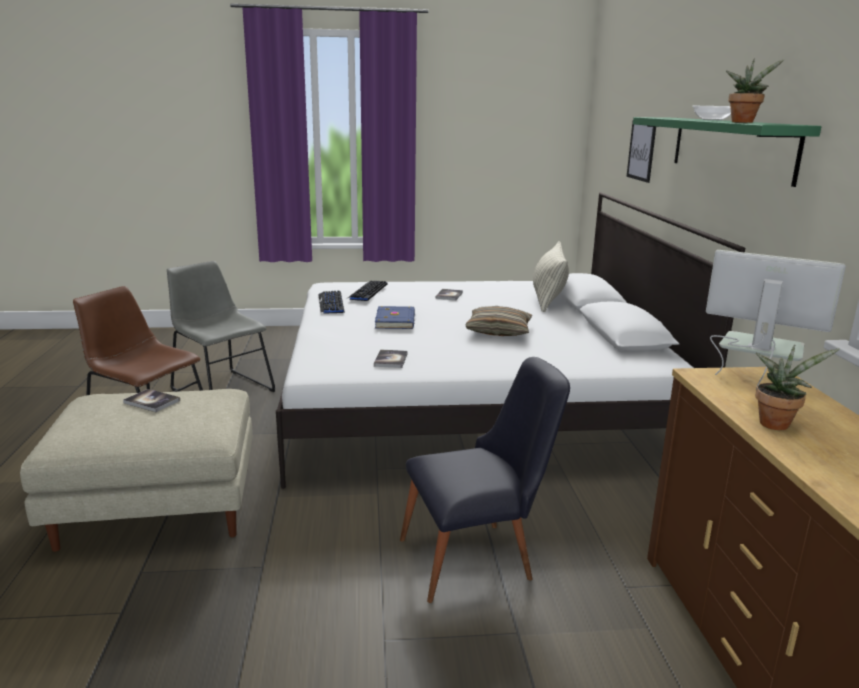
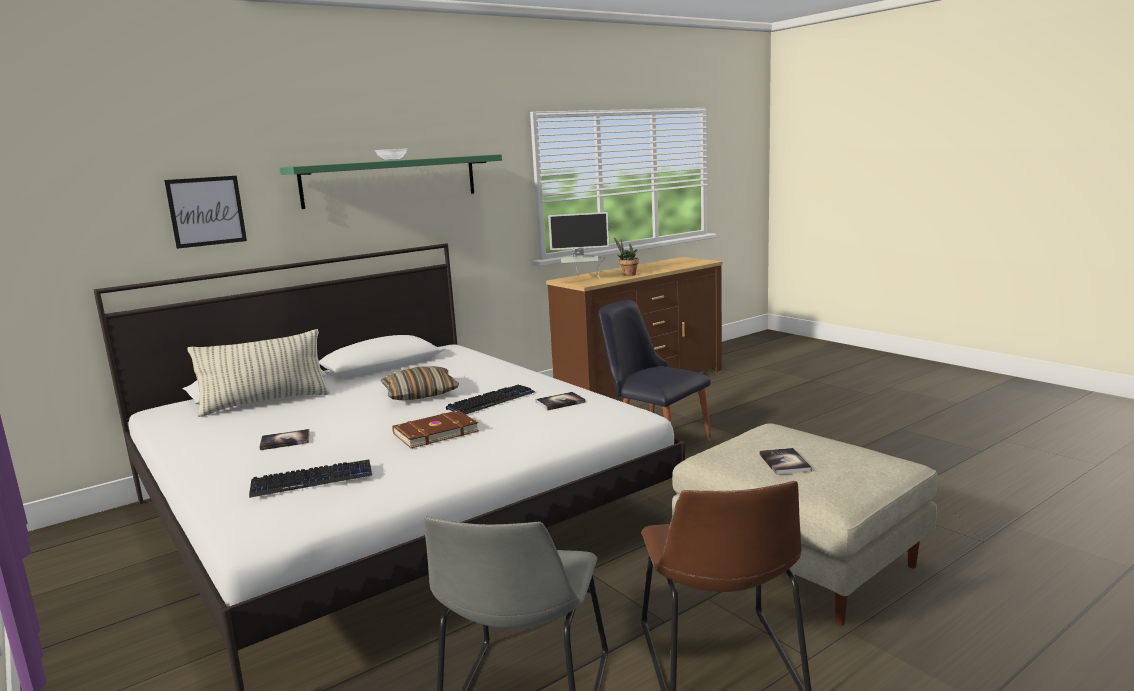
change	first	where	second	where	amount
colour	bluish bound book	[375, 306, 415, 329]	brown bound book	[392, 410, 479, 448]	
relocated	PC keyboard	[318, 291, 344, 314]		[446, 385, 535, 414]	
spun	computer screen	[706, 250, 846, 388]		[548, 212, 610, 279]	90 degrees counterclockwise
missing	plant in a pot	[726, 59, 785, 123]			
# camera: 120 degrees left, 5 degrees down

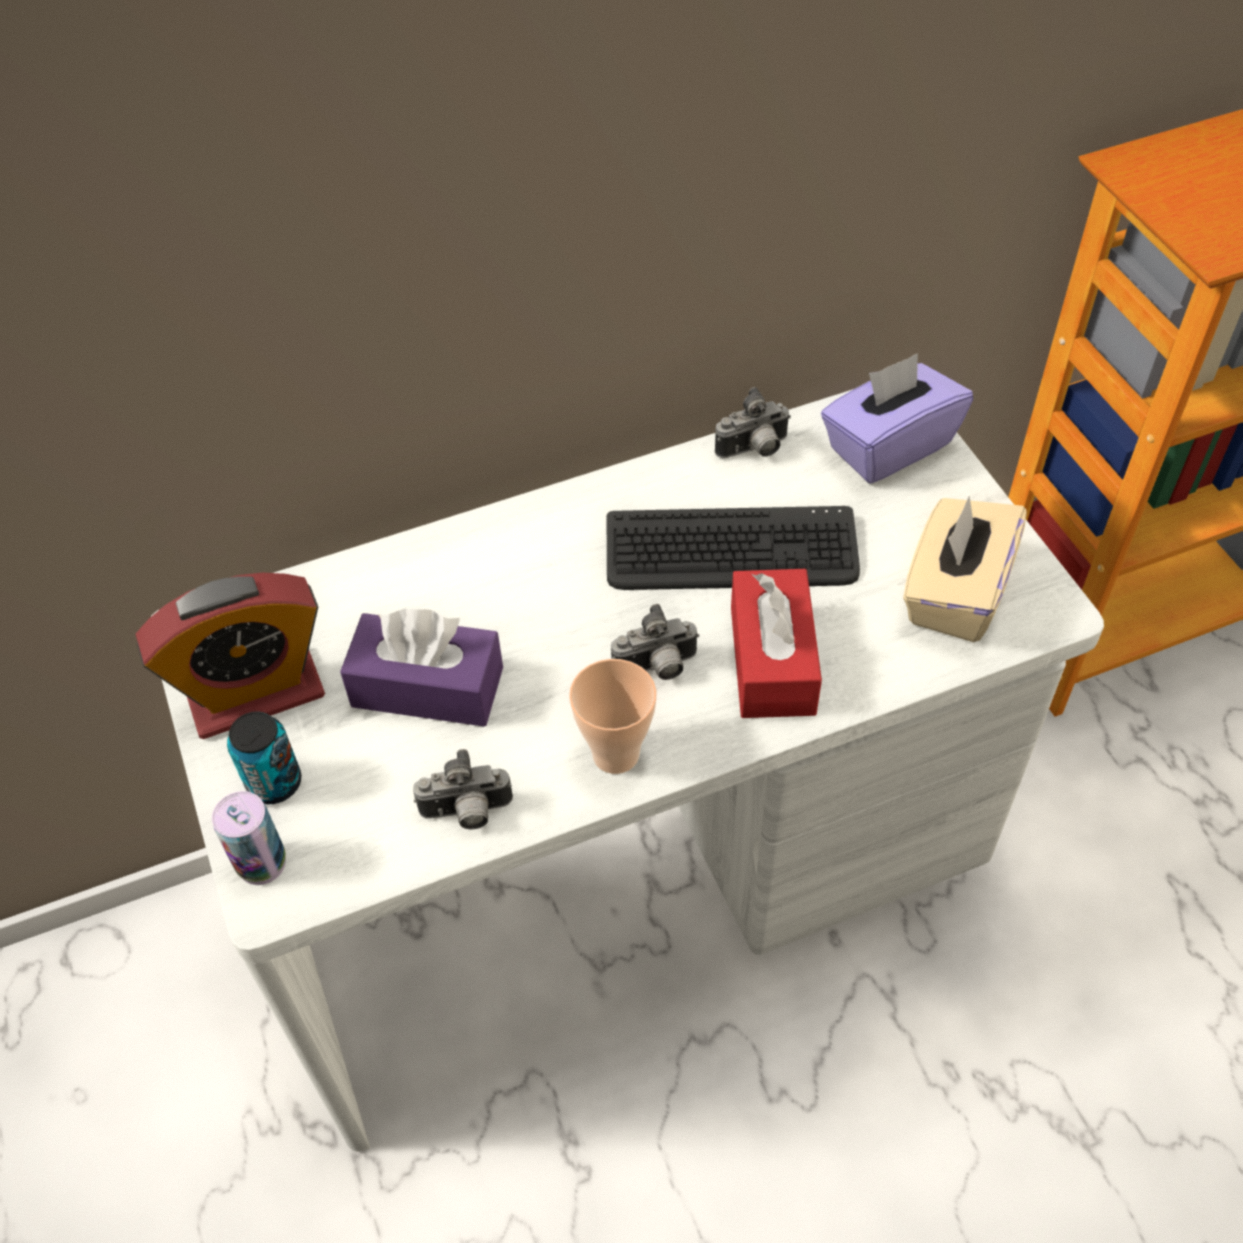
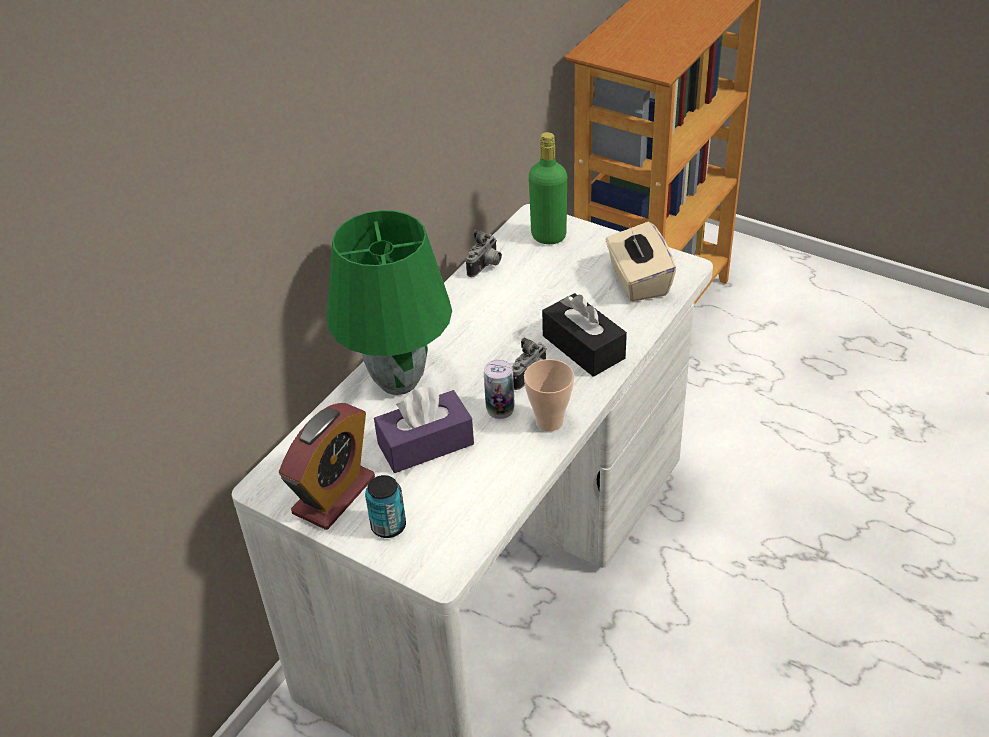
change	first	where	second	where	amount
appeared			greenish table lamp	[327, 210, 452, 395]	
relocated	sealed can	[212, 791, 286, 885]		[484, 359, 515, 419]	
exchanged	purple box of tissues	[821, 353, 973, 484]	greenish bottle	[529, 132, 567, 244]	
colour	red-coloured box of tissues	[731, 569, 822, 718]	black-coloured box of tissues	[542, 293, 627, 377]	
missing	still camera	[413, 749, 513, 829]			
missing	PC keyboard	[607, 506, 860, 590]			
# camera: 35 degrees left, 10 degrees down

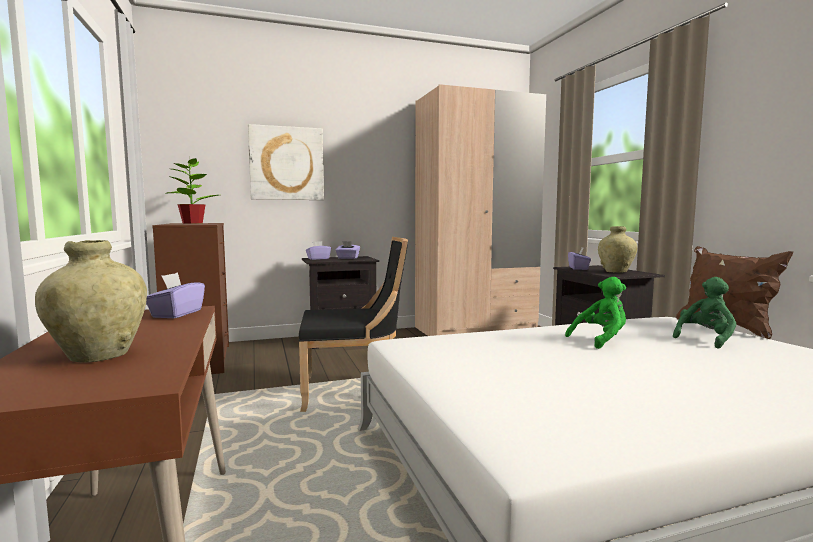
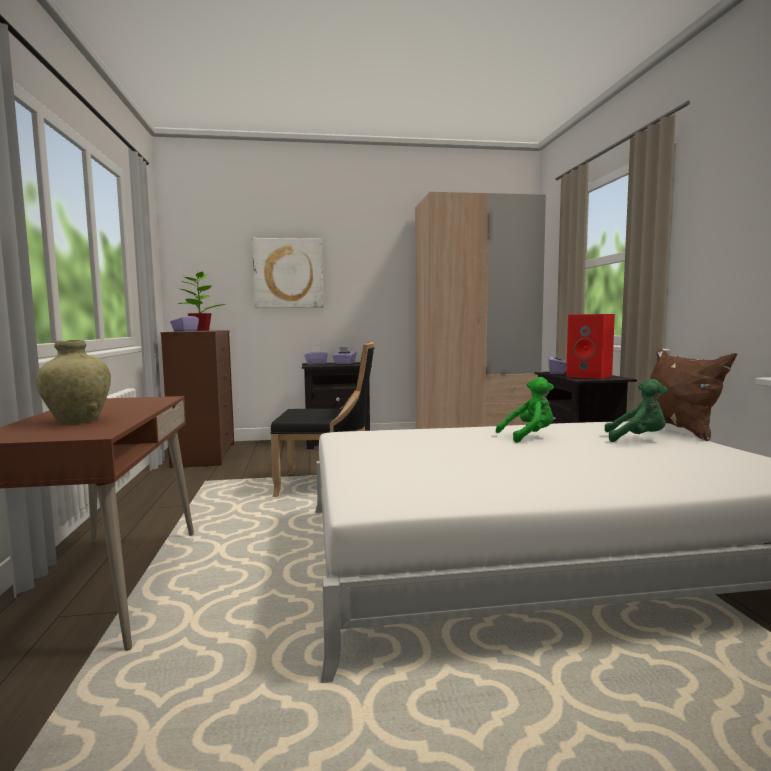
change	first	where	second	where	amount
relocated	purple box of tissues	[146, 272, 205, 318]		[170, 312, 199, 331]	
exchanged	beige vase	[598, 226, 638, 273]	red-coloured loudspeaker	[566, 314, 615, 379]	
spun	greenish plush toy	[673, 277, 737, 349]		[605, 379, 668, 442]	45 degrees clockwise
# camera: 10 degrees right, 0 degrees up

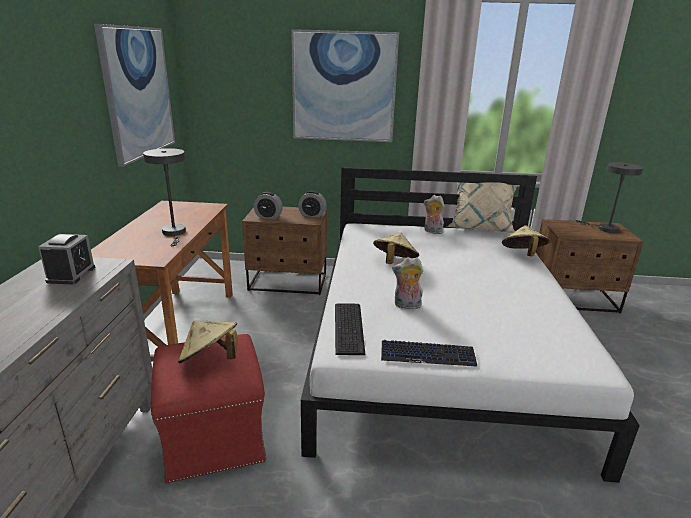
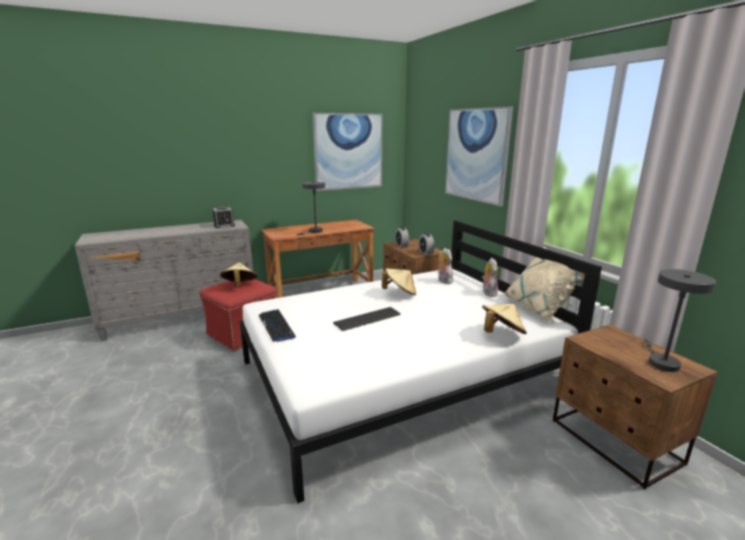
change	first	where	second	where	amount
relocated	PC keyboard	[335, 303, 365, 355]		[333, 307, 401, 331]	
relocated	plush toy	[392, 257, 423, 309]		[438, 248, 453, 284]	
# camera: 60 degrees right, 5 degrees down

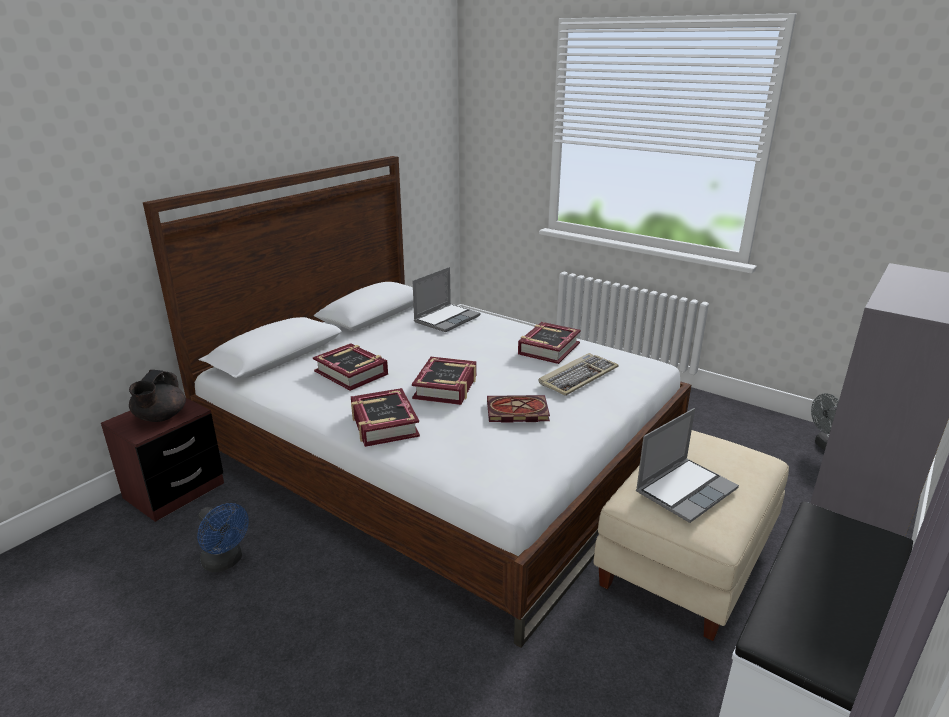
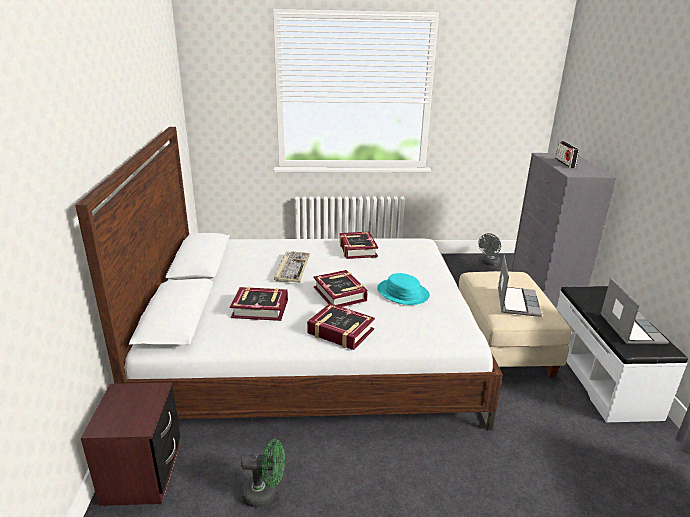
change	first	where	second	where	amount
colour	bluish fan	[197, 503, 249, 572]	greenish fan	[241, 439, 285, 508]	
relocated	PC keyboard	[539, 353, 619, 396]		[274, 251, 310, 283]	
exchanged	bound book	[487, 395, 550, 423]	blue-green clothing hat	[377, 273, 430, 305]	
appeared			radio receiver	[555, 141, 579, 168]	
relocated	laptop	[413, 267, 480, 332]		[601, 278, 669, 344]	
missing	black-coloured tea pot	[129, 370, 186, 422]			
# camera: 40 degrees left, 0 degrees up

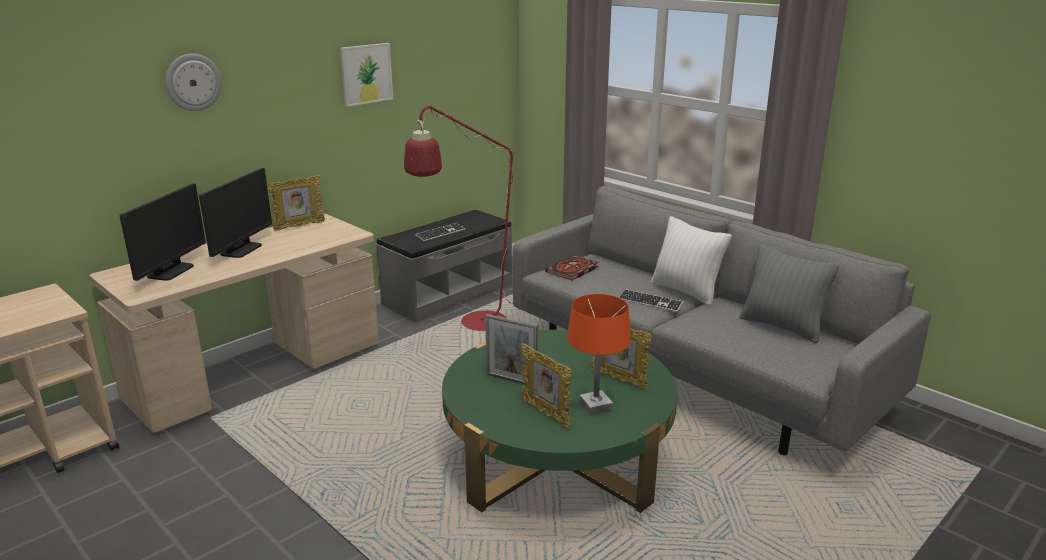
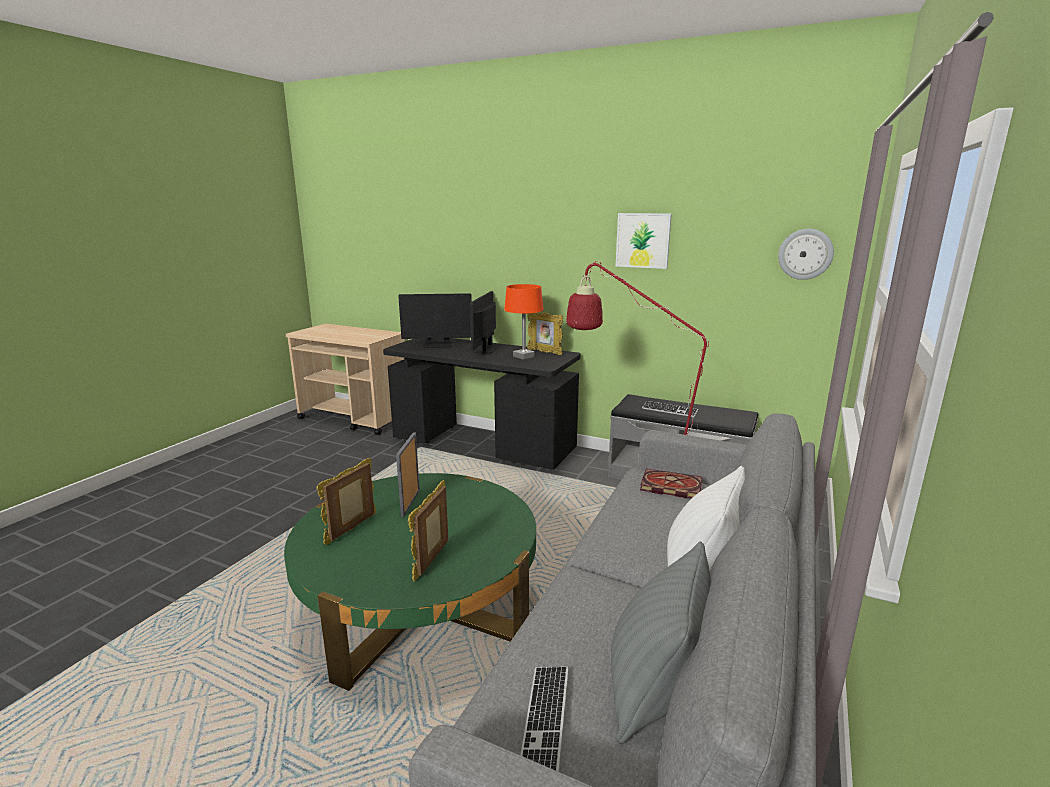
change	first	where	second	where	amount
colour	beige desk unit	[90, 214, 379, 433]	black-coloured desk unit	[383, 338, 581, 470]	
spun	computer screen	[199, 168, 272, 258]		[470, 291, 498, 354]	105 degrees clockwise
relocated	orange table lamp	[567, 294, 631, 415]		[504, 284, 544, 360]	
relocated	PC keyboard	[619, 289, 683, 312]		[521, 666, 569, 772]	
relocated	clock on the wall	[165, 54, 222, 111]		[778, 229, 834, 280]	
# camera: 70 degrees right, 5 degrees down

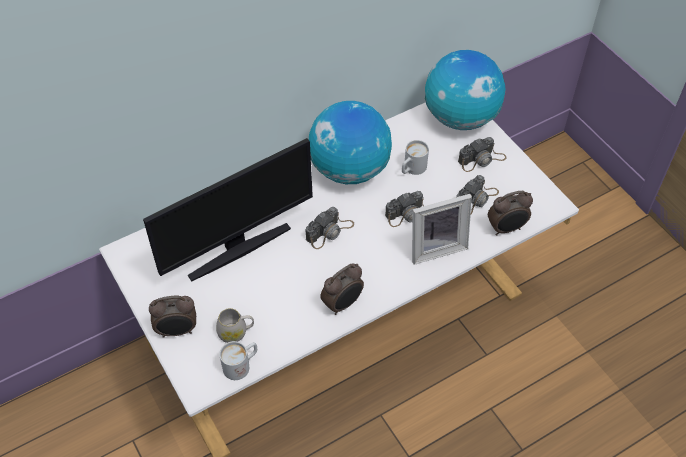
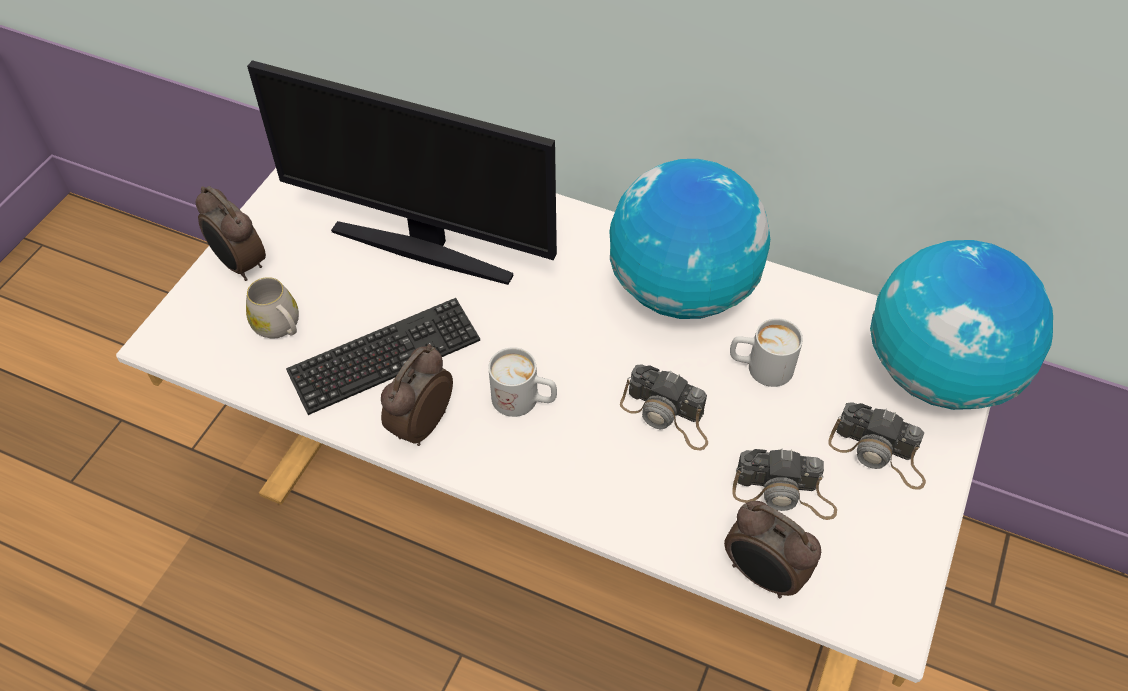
change	first	where	second	where	amount
appeared			PC keyboard	[286, 298, 480, 415]	
spun	table clock	[320, 264, 364, 315]		[381, 344, 453, 446]	105 degrees clockwise
relocated	white tea mug	[219, 341, 257, 380]		[488, 347, 557, 417]	
missing	still camera	[306, 207, 354, 249]			
missing	photo frame	[412, 194, 472, 265]			
# camera: 55 degrees right, 0 degrees up

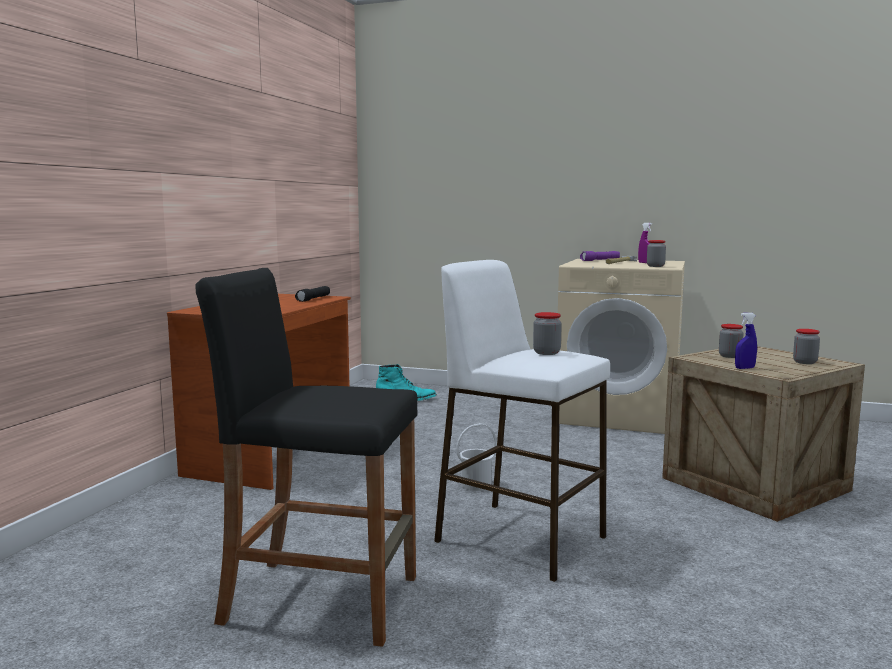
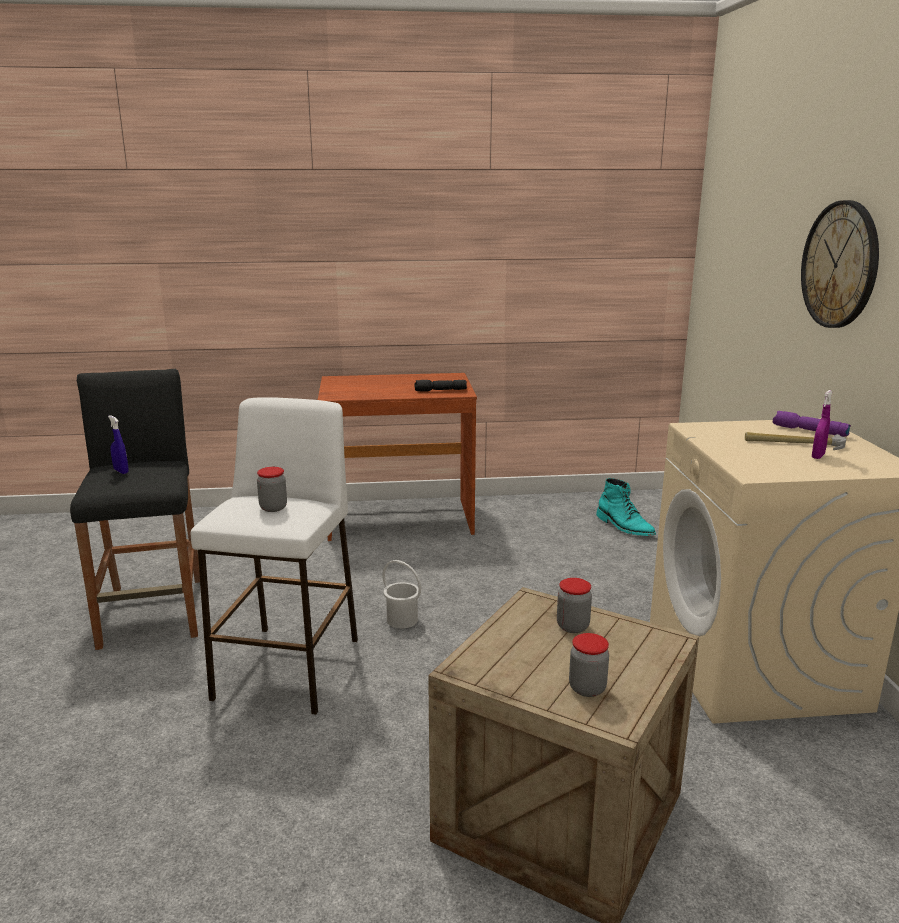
change	first	where	second	where	amount
relocated	bluish hand sprayer	[735, 313, 757, 369]		[108, 415, 129, 474]	
appeared			clock on the wall	[801, 200, 879, 328]	
missing	jar	[647, 240, 666, 267]			
# camera: 65 degrees right, 10 degrees up

